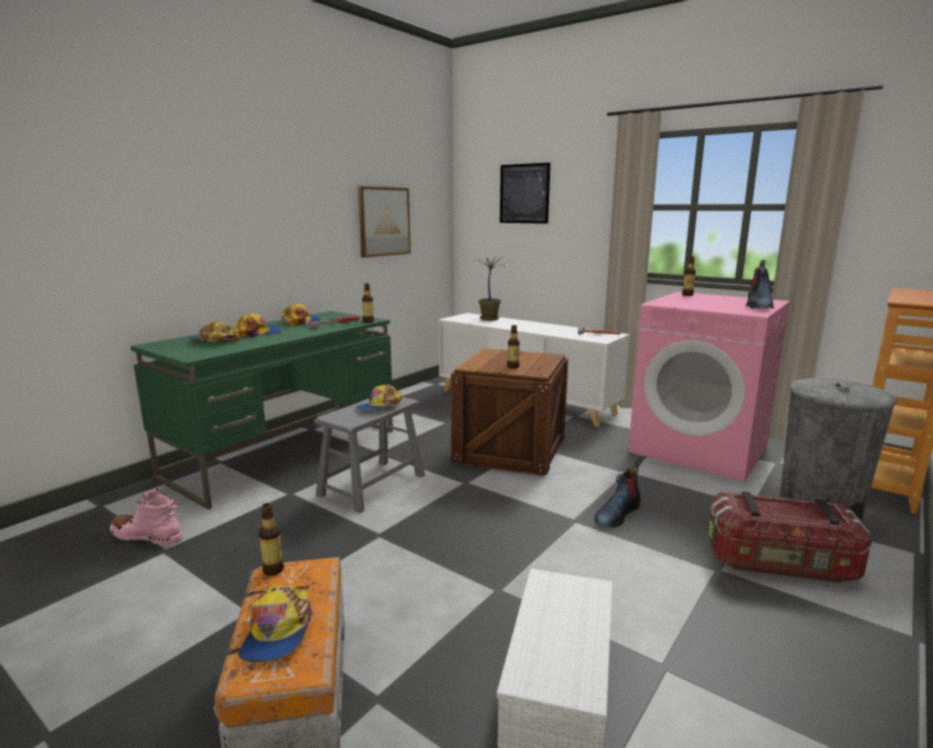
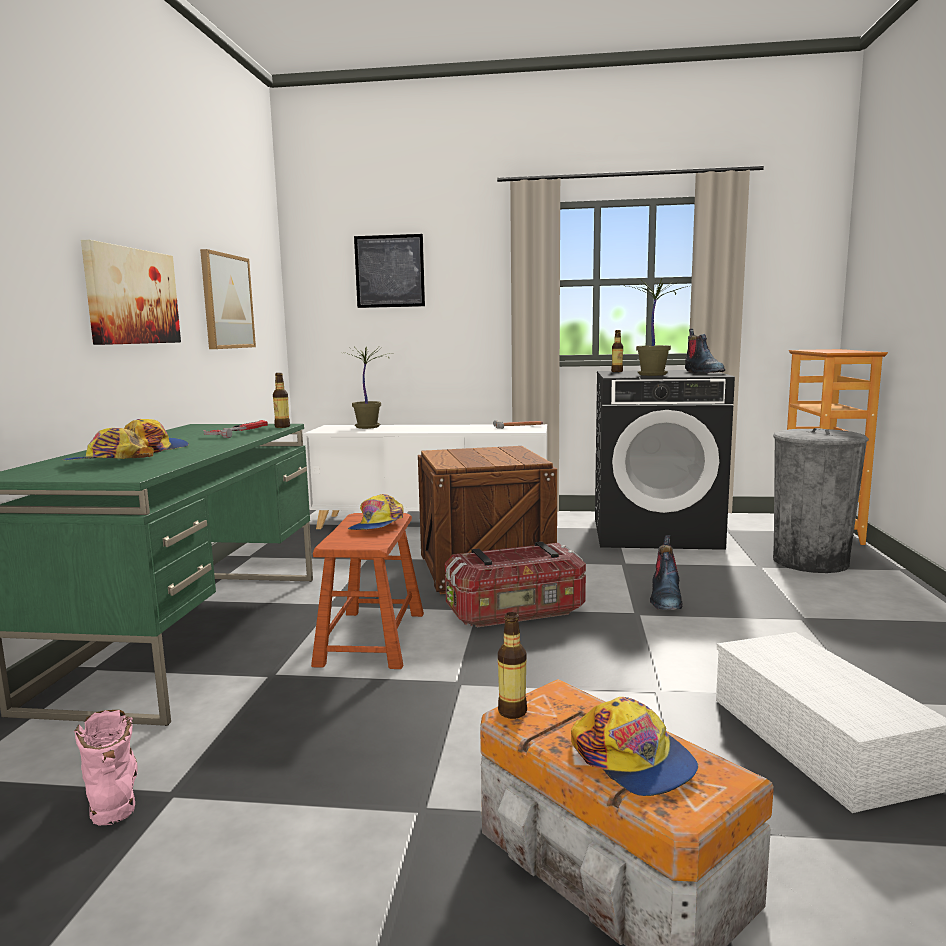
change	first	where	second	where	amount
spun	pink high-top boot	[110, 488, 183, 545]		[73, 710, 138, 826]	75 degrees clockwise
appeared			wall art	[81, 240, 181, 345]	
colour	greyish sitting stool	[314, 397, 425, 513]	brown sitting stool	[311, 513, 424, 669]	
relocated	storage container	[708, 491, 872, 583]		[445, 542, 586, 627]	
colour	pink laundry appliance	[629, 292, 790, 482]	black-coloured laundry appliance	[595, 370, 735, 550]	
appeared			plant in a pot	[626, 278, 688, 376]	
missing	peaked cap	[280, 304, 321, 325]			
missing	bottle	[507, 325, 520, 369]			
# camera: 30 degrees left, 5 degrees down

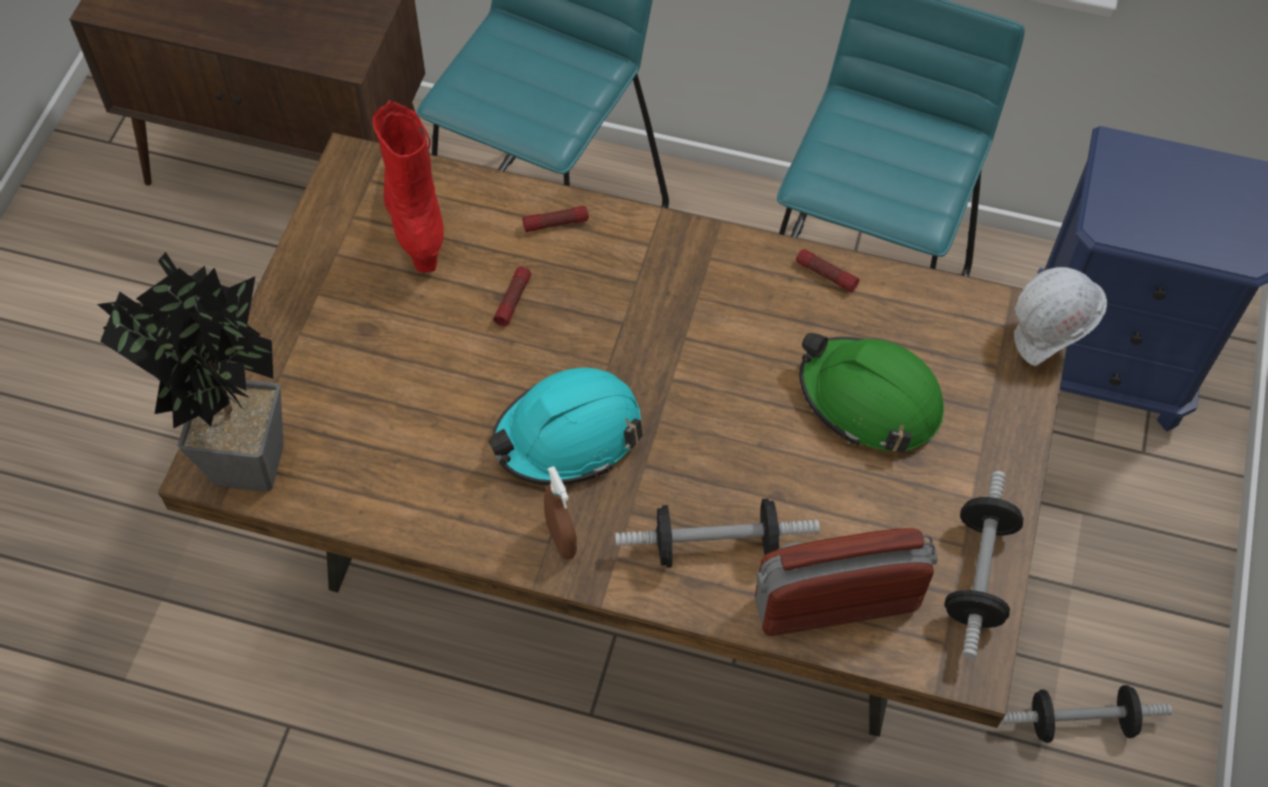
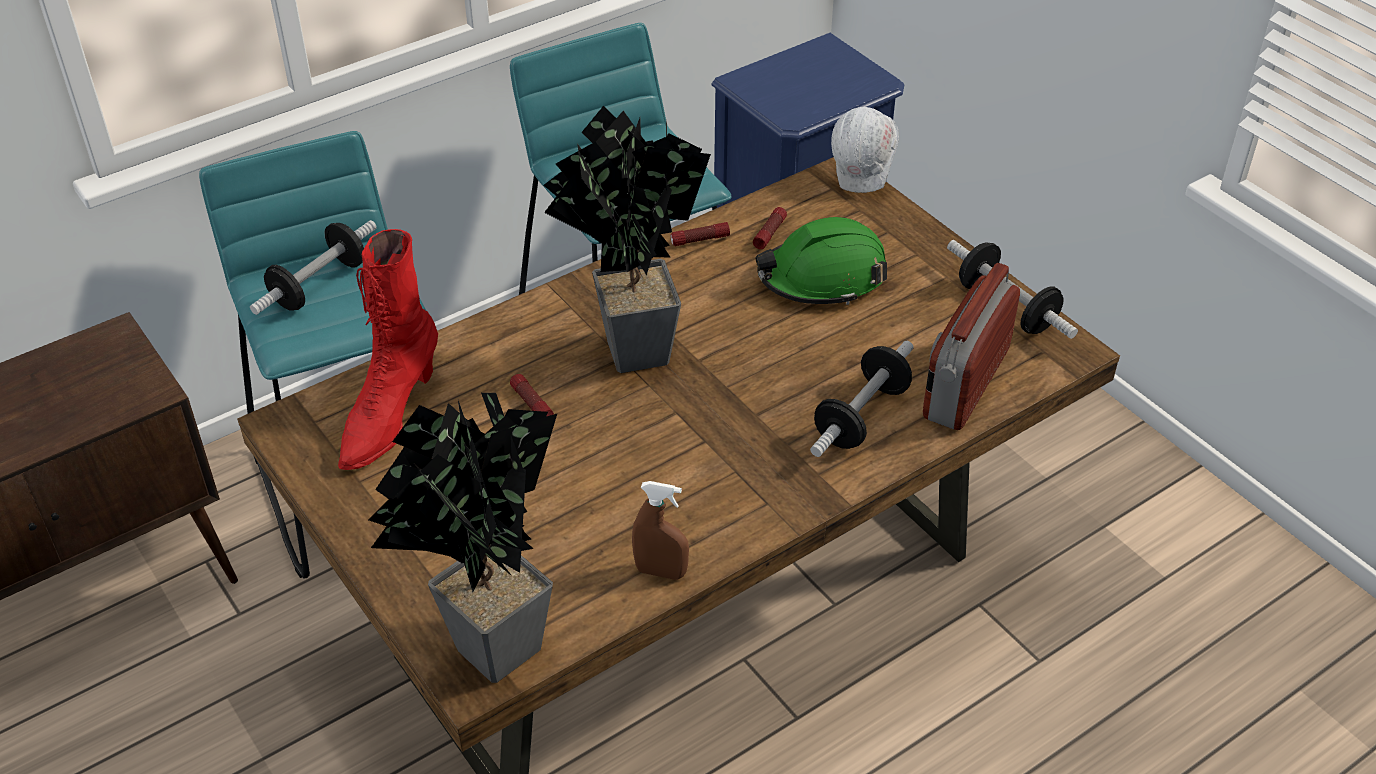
change	first	where	second	where	amount
relocated	hand weight	[1002, 685, 1172, 743]		[250, 220, 377, 315]	
spun	red-coloured high-top boot	[372, 100, 444, 273]		[338, 229, 438, 470]	90 degrees counterclockwise
appeared			plant in a pot	[544, 106, 711, 373]	
relocated	brown hand sprayer	[544, 466, 577, 560]		[632, 481, 689, 580]	
relocated	hand torch	[523, 206, 589, 232]		[753, 207, 787, 249]	
missing	blue-green hard hat	[488, 368, 643, 485]			
# camera: 50 degrees left, 15 degrees down

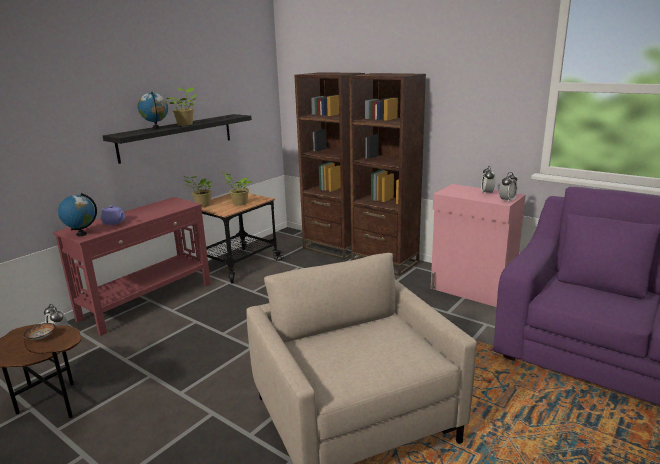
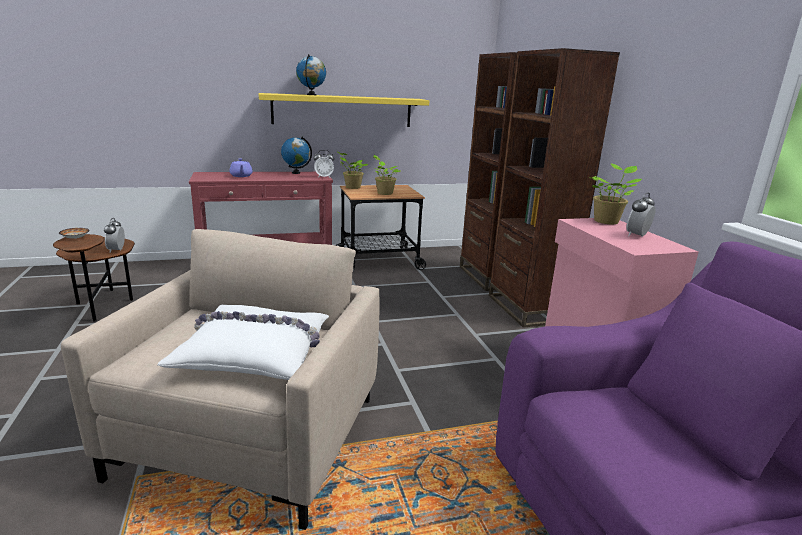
change	first	where	second	where	amount
appeared			white pillow	[157, 305, 329, 380]	
colour	black-coloured shelf	[103, 114, 252, 164]	yellow shelf	[258, 93, 429, 127]	
relocated	desk globe	[58, 193, 97, 236]		[281, 137, 312, 174]	
relocated	table clock	[499, 172, 517, 202]		[314, 150, 334, 178]	
relocated	plant in a pot	[167, 87, 198, 126]		[589, 163, 642, 224]	
# camera: 35 degrees right, 0 degrees up

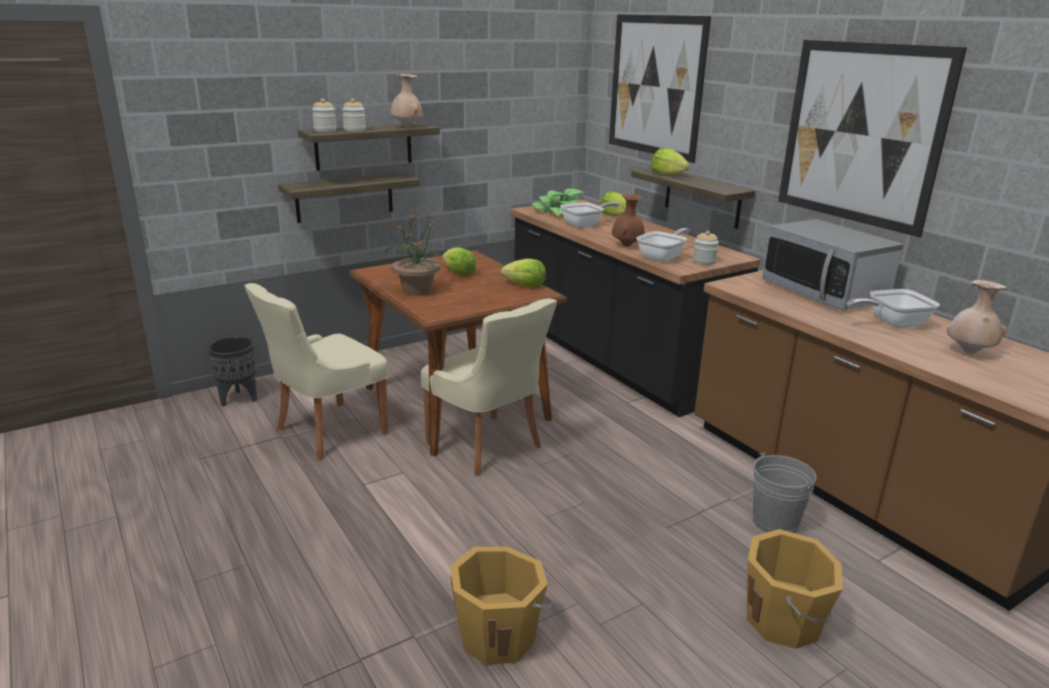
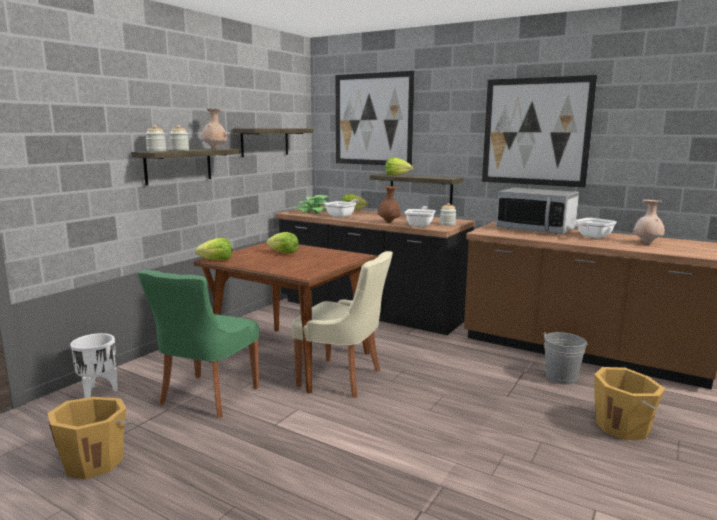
change	first	where	second	where	amount
relocated	orange water bucket	[451, 547, 552, 665]		[47, 397, 132, 479]	
colour	black-coloured plant pot	[208, 336, 257, 407]	white plant pot	[70, 333, 118, 398]	
colour	beige upright chair	[244, 283, 388, 460]	greenish upright chair	[137, 270, 259, 418]	
relocated	lettuce head	[501, 258, 546, 287]		[195, 238, 233, 260]	
relocated	shelf	[278, 173, 420, 223]		[233, 128, 313, 157]	
missing	plant in a pot	[385, 213, 444, 296]			
# camera: 25 degrees left, 10 degrees down

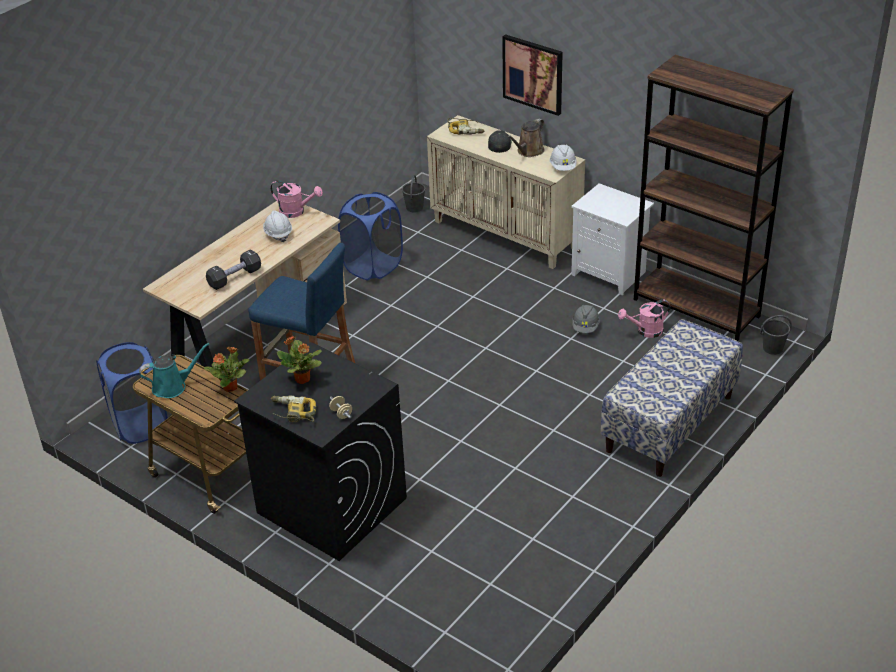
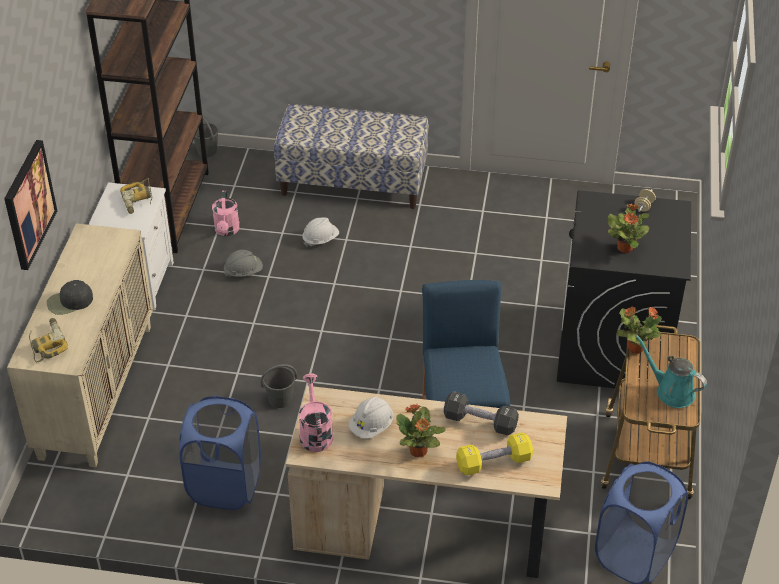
change	first	where	second	where	amount
relocated	power drill	[271, 395, 316, 422]		[120, 178, 152, 214]	
spun	pink sprinkling can	[618, 300, 670, 338]		[212, 191, 240, 236]	45 degrees clockwise
relocated	greyish water bucket	[402, 175, 426, 213]		[260, 364, 297, 408]	
relocated	white hard hat	[550, 144, 576, 171]		[302, 217, 339, 247]	
appeared			plant in a pot	[396, 404, 446, 457]	
appeared			yellow hand weight	[456, 433, 533, 475]	
missing	brown sprinkling can	[507, 118, 545, 157]			
# camera: 120 degrees left, 5 degrees up

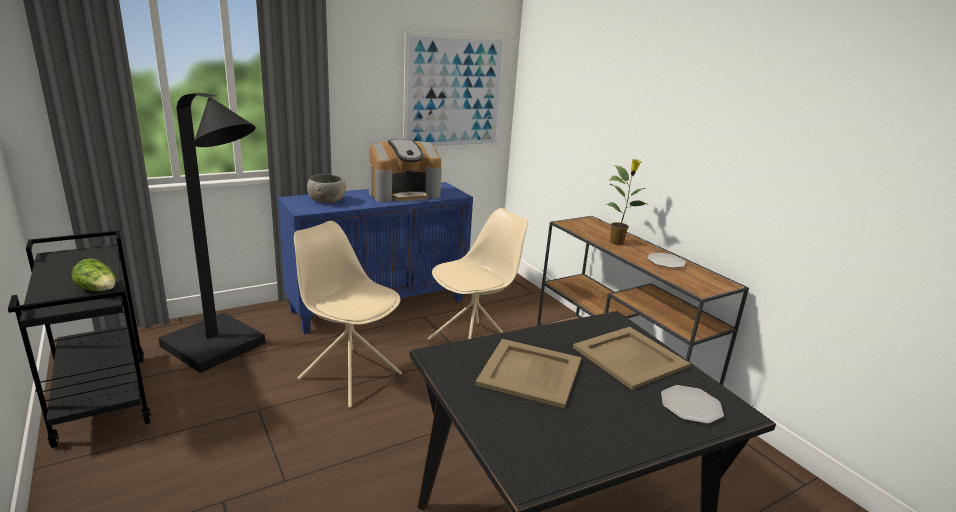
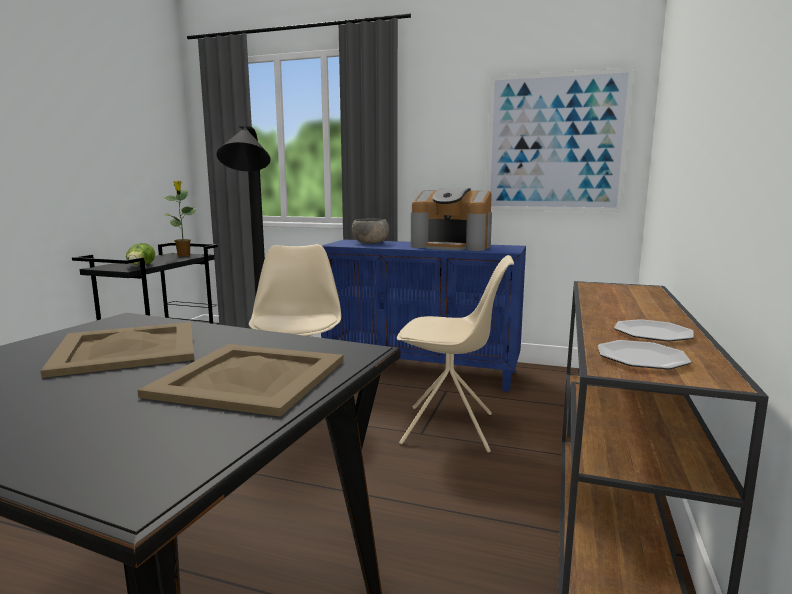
change	first	where	second	where	amount
relocated	plant in a pot	[606, 159, 648, 245]		[164, 181, 196, 257]	
relocated	flat dish	[661, 385, 724, 424]		[598, 340, 691, 369]	
# camera: 50 degrees right, 10 degrees down

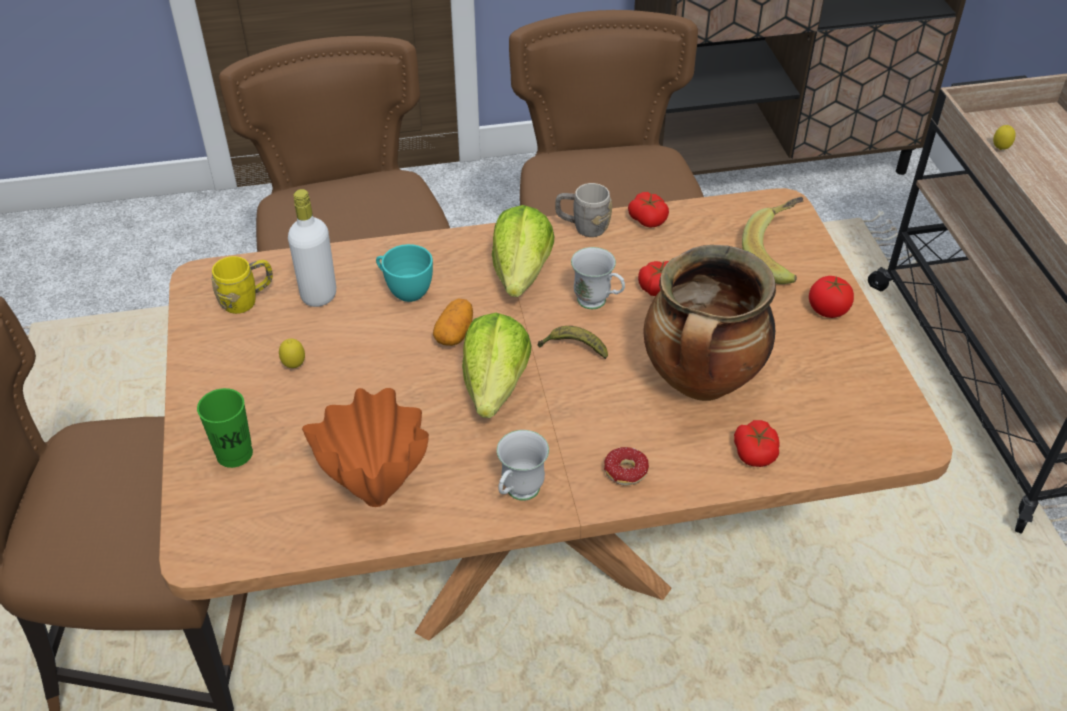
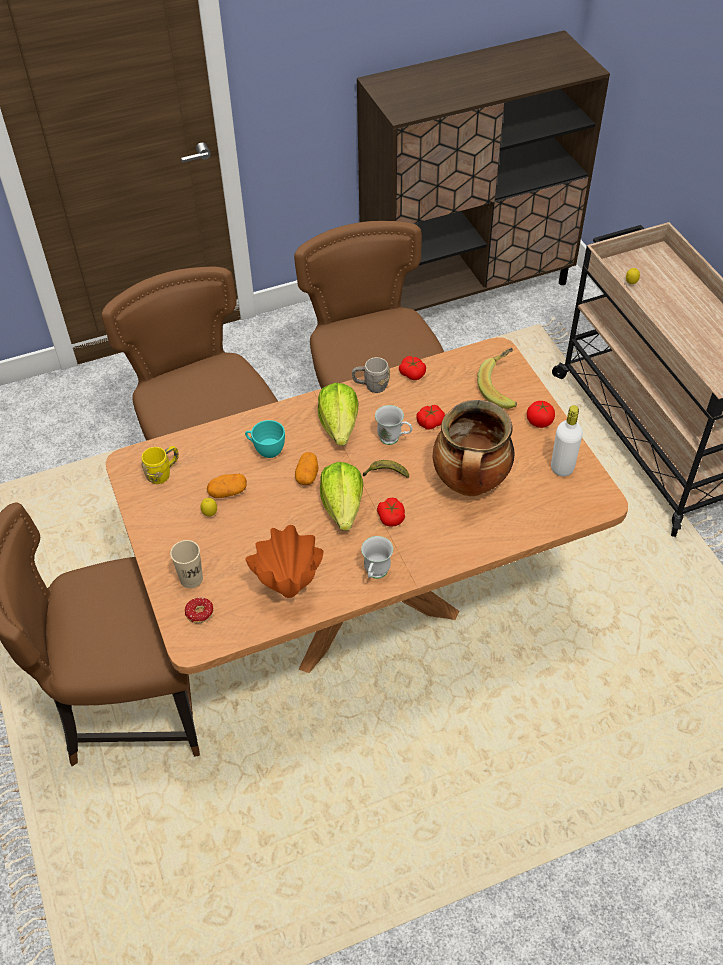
change	first	where	second	where	amount
colour	greenish small cup	[197, 388, 253, 468]	beige small cup	[170, 540, 203, 588]	
relocated	donut	[604, 447, 649, 485]		[185, 598, 214, 624]	
appeared			whole potato	[207, 474, 247, 498]	
relocated	tomato	[734, 420, 780, 467]		[377, 498, 405, 527]	
relocated	white bottle	[288, 189, 336, 307]		[551, 405, 583, 477]	
# camera: 10 degrees left, 5 degrees up

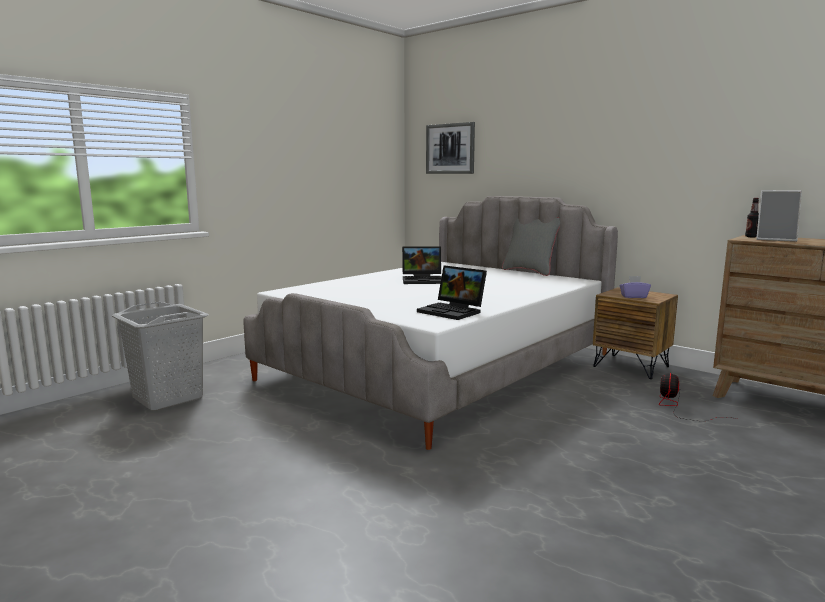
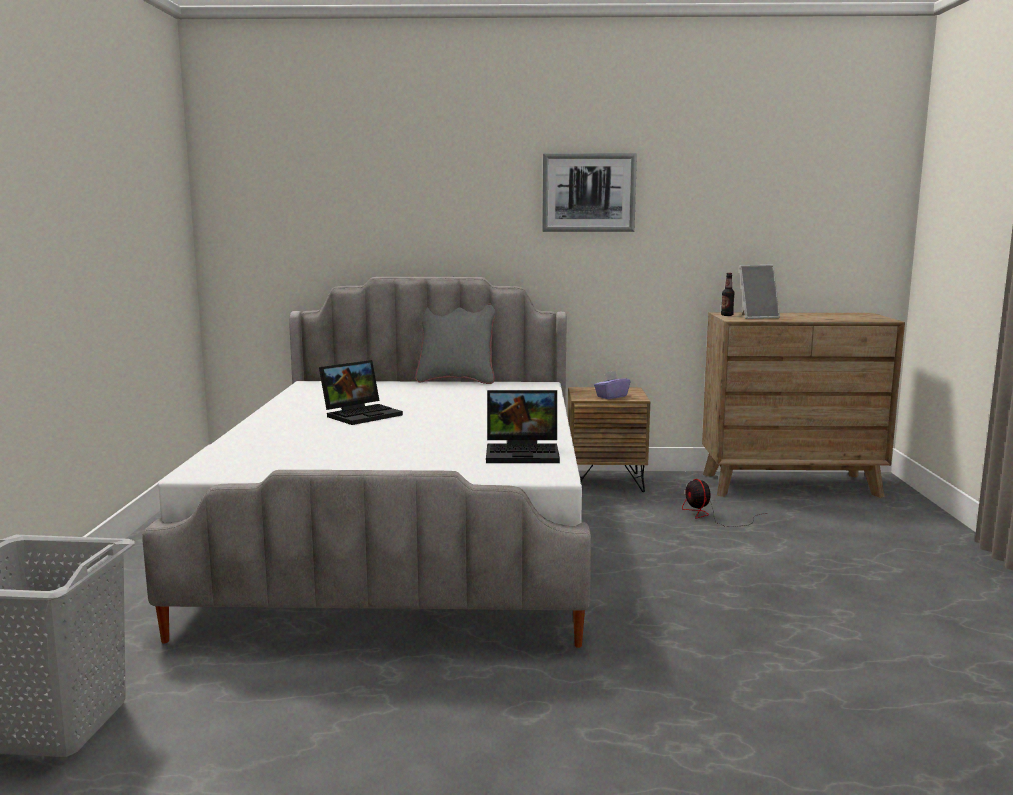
change	first	where	second	where	amount
relocated	wall art	[426, 122, 475, 174]		[542, 153, 637, 232]	
# camera: 40 degrees left, 0 degrees up

